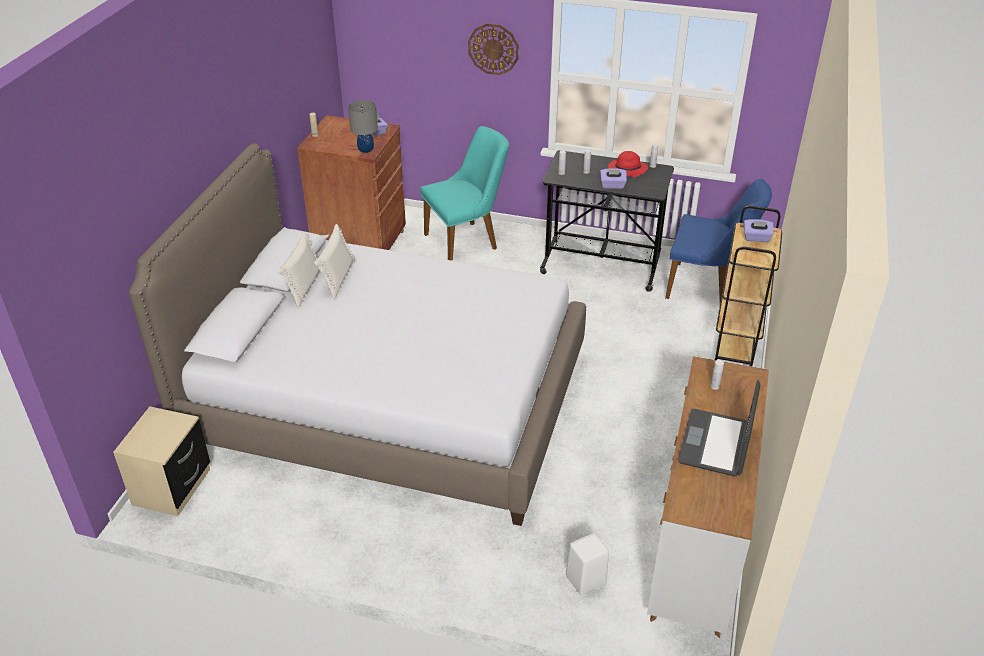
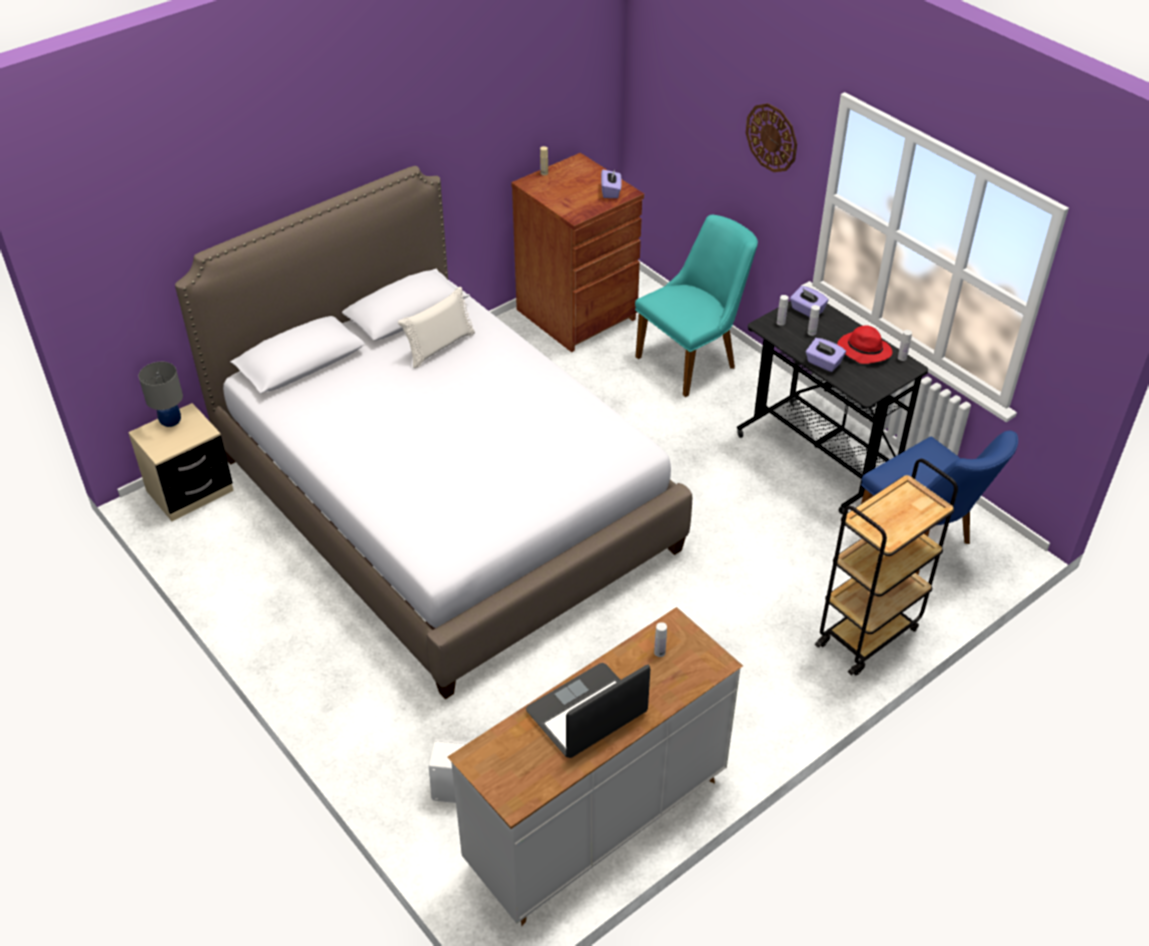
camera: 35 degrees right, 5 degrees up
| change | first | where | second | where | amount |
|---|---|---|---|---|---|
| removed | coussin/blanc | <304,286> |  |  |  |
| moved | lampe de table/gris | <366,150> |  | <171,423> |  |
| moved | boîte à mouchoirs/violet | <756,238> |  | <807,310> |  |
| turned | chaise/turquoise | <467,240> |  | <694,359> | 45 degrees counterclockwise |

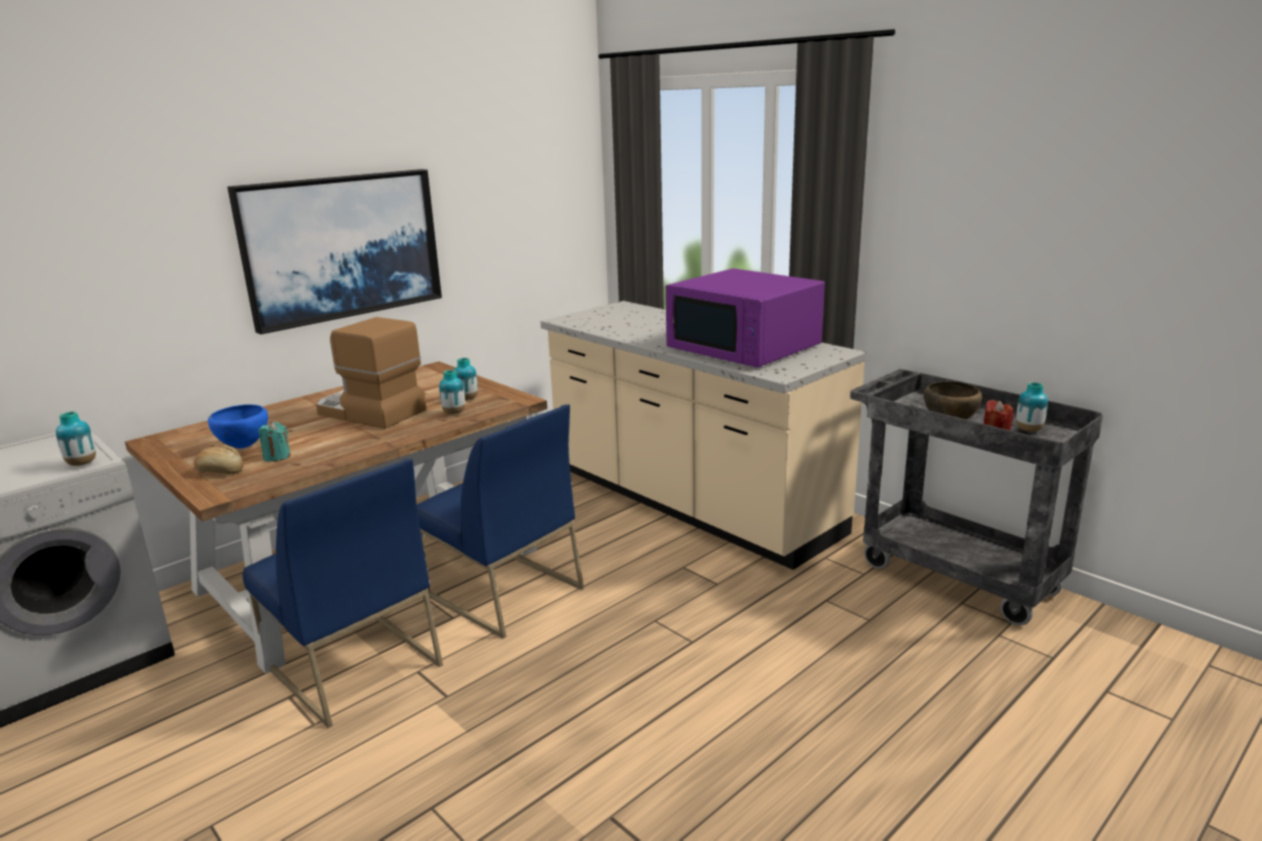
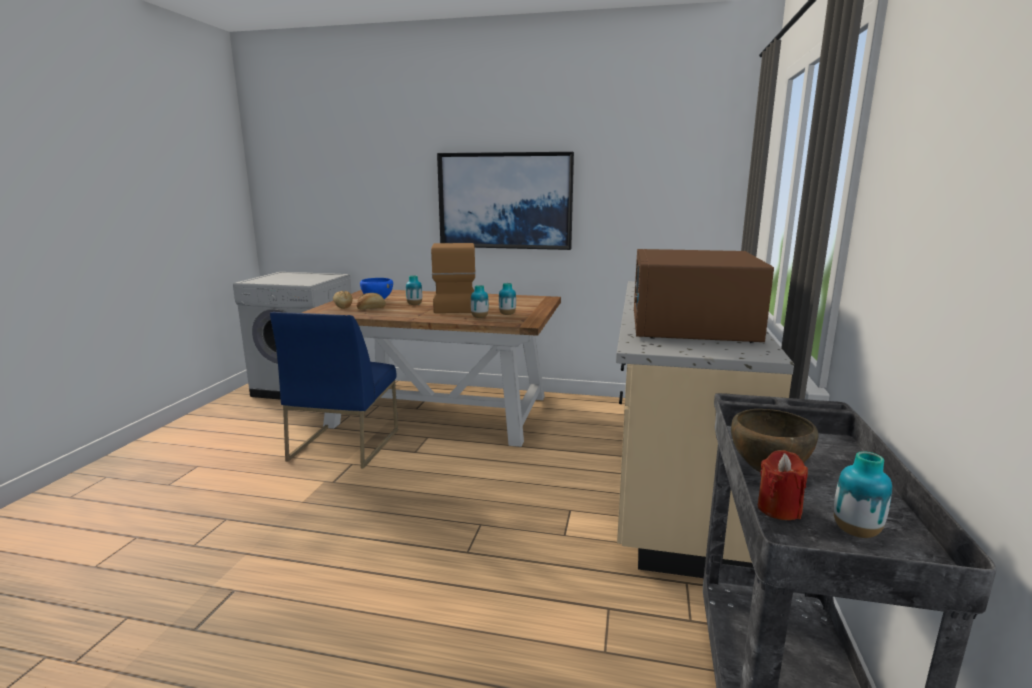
camera: 55 degrees right, 5 degrees down
| change | first | where | second | where | amount |
|---|---|---|---|---|---|
| removed | chaise/bleu | <503,592> |  |  |  |
| moved | vase | <82,463> |  | <414,305> |  |
| replaced | bougie/turquoise | <277,456> | pain | <371,308> |  |
| recoloured | micro-ondes/violet | <744,347> | micro-ondes/marron | <691,326> |  |

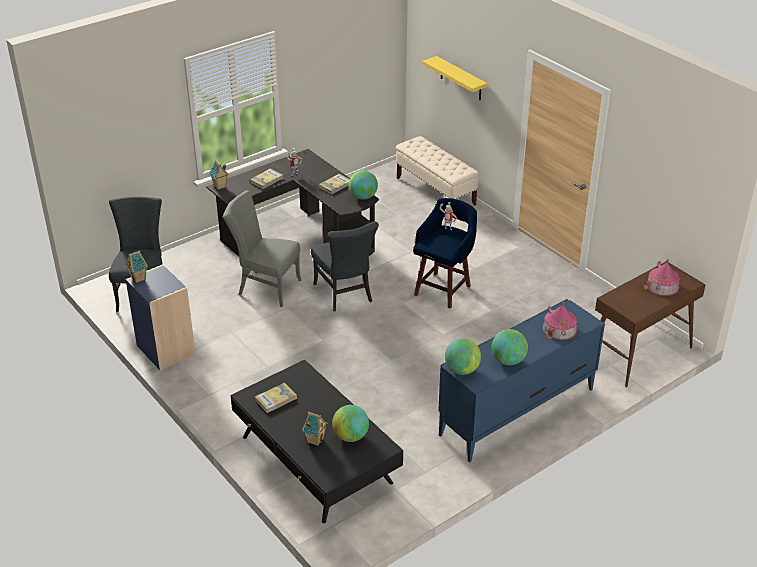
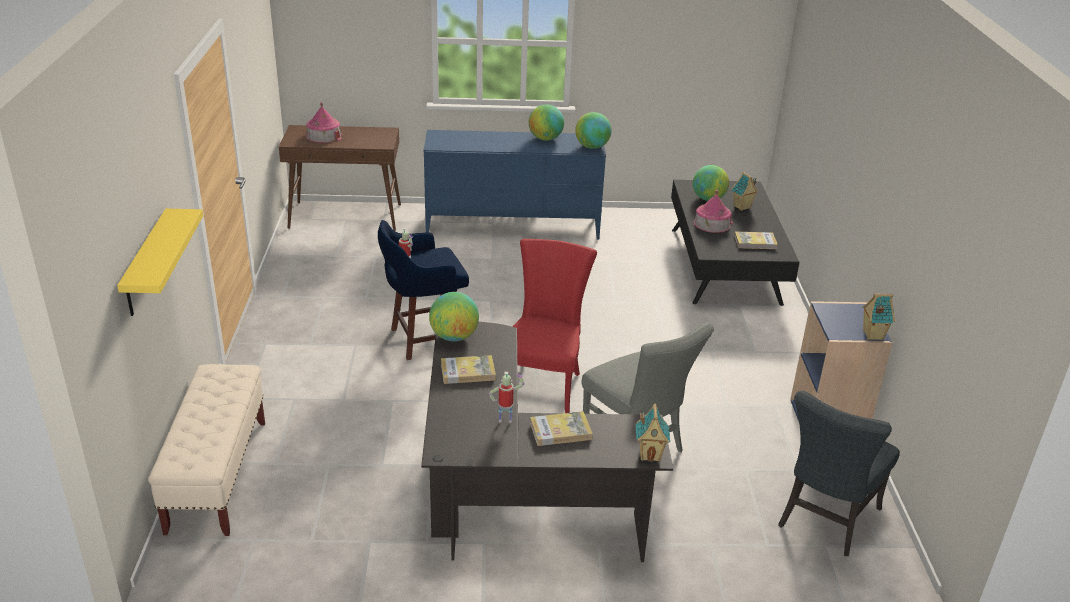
camera: 145 degrees left, 5 degrees down
| change | first | where | second | where | amount |
|---|---|---|---|---|---|
| moved | maison miniature | <559,329> |  | <712,224> |  |
| recoloured | chaise/gris | <345,294> | chaise/rouge | <543,386> |  |

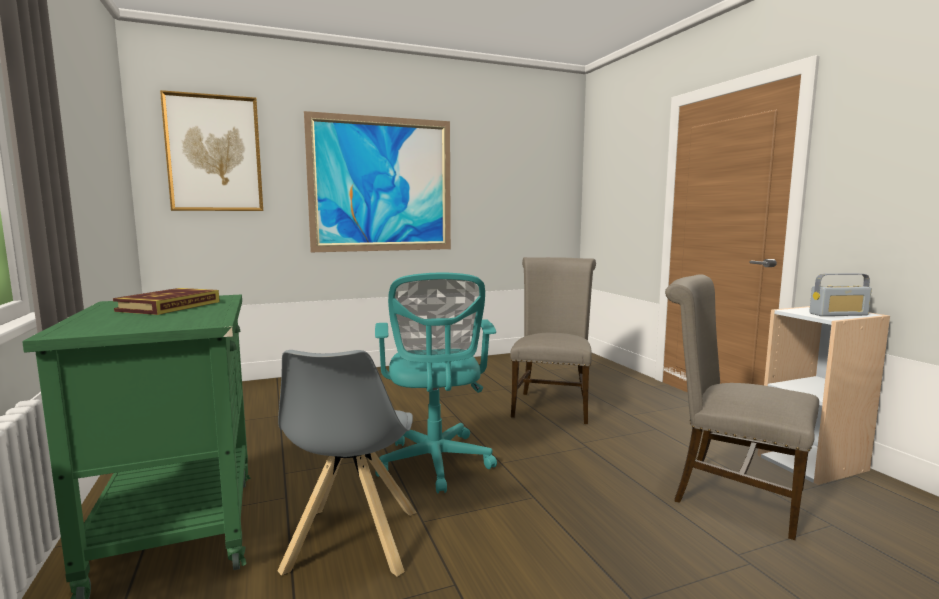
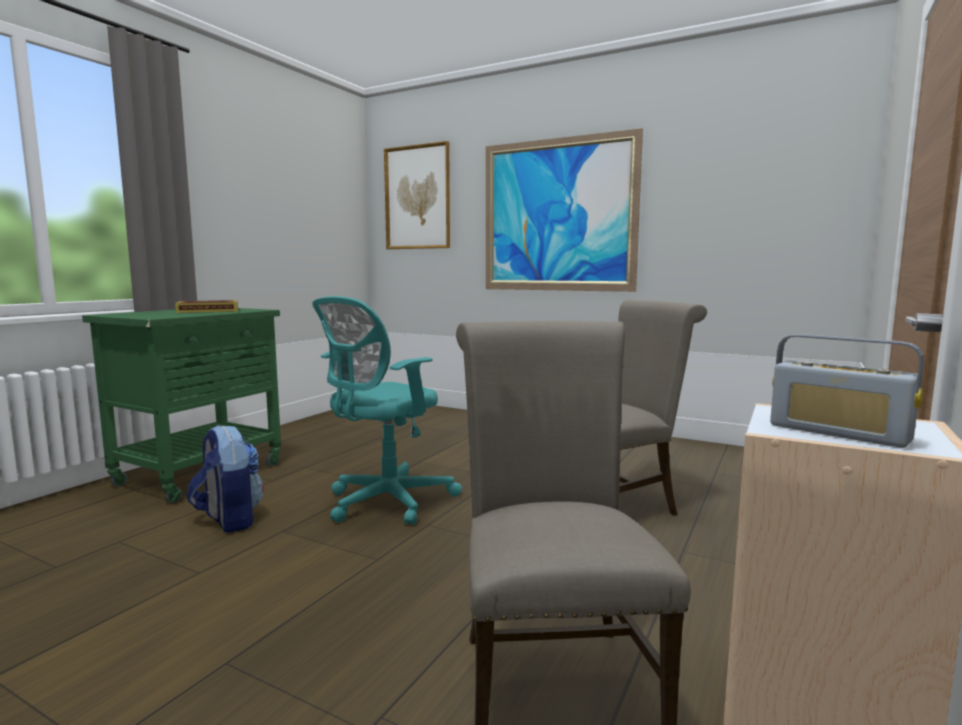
camera: 50 degrees right, 0 degrees up
| change | first | where | second | where | amount |
|---|---|---|---|---|---|
| replaced | chaise/gris | <351,543> | sac à dos | <228,520> |  |

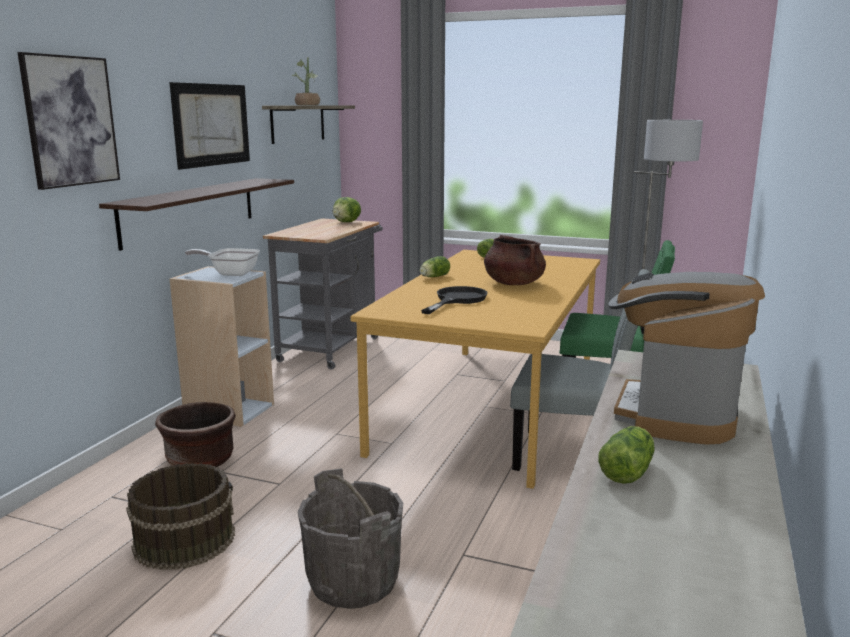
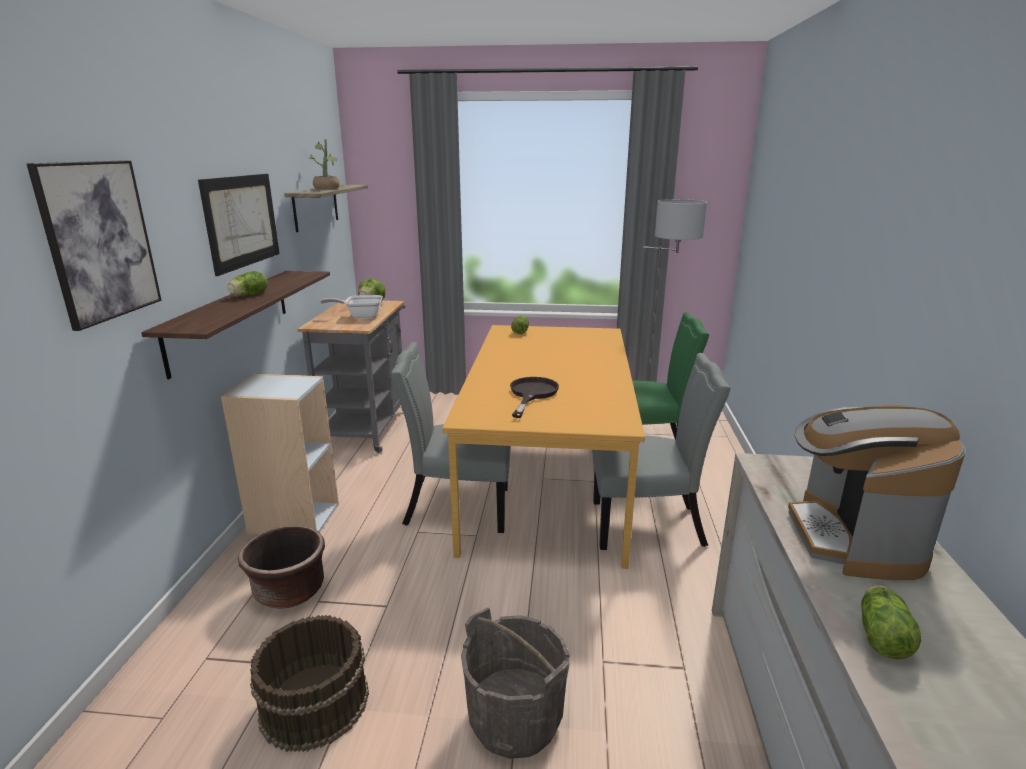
camera: 15 degrees left, 5 degrees up
| change | first | where | second | where | amount |
|---|---|---|---|---|---|
| removed | marmite/marron | <513,283> |  |  |  |
| added |  |  | chaise/gris | <460,508> |  |
| moved | poêle | <230,273> |  | <360,316> |  |
| moved | laitue | <433,277> |  | <248,295> |  |

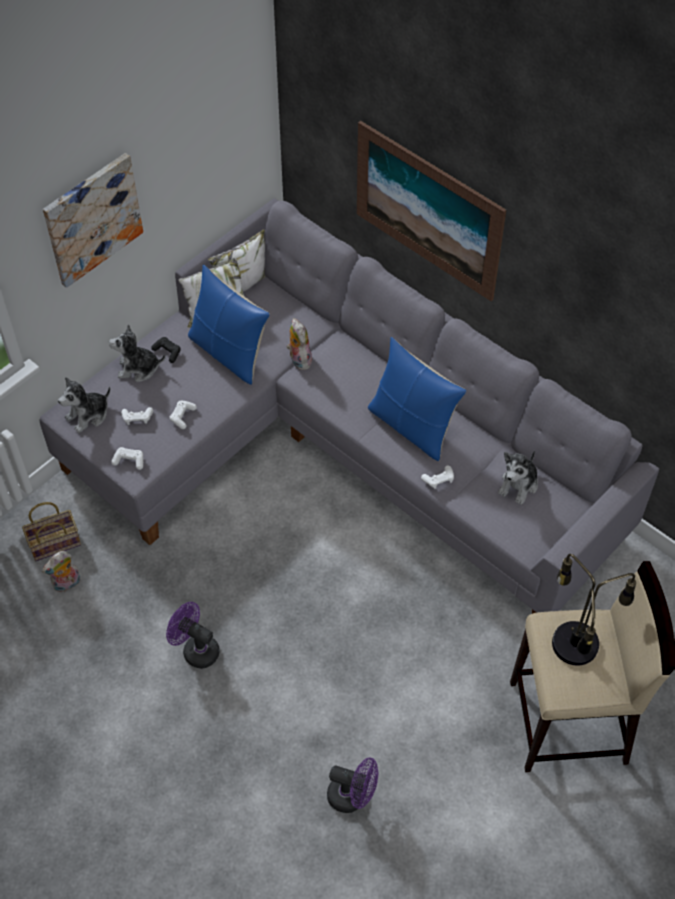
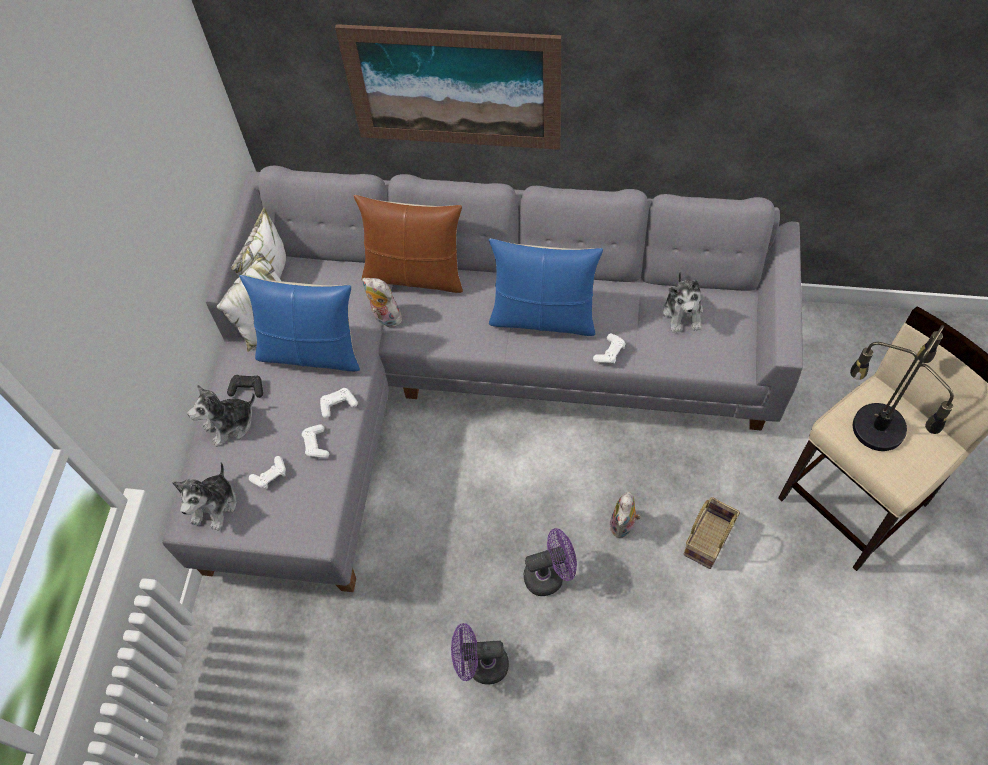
camera: 30 degrees left, 5 degrees up
| change | first | where | second | where | amount |
|---|---|---|---|---|---|
| removed | tableau | <92,219> |  |  |  |
| added |  |  | coussin/marron | <415,274> |  |
| moved | panier | <55,542> |  | <708,538> |  |
| moved | peluche | <67,584> |  | <623,526> |  |
| moved | manette/blanc | <129,461> |  | <338,405> |  |
| moved | ventilateur/violet | <352,796> |  | <550,575> |  |

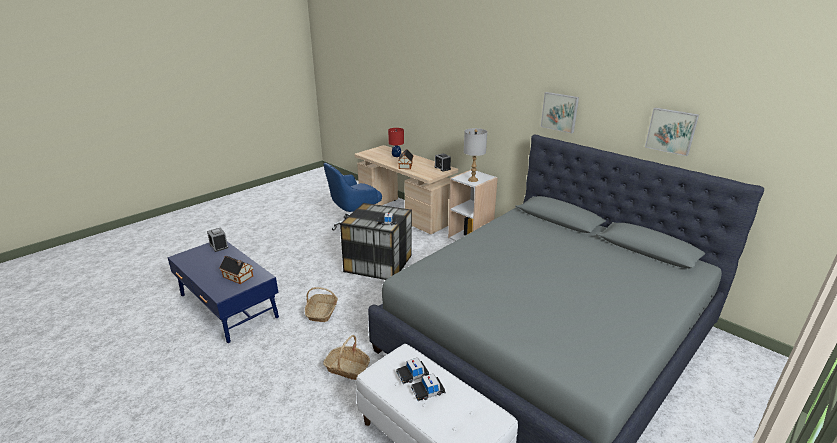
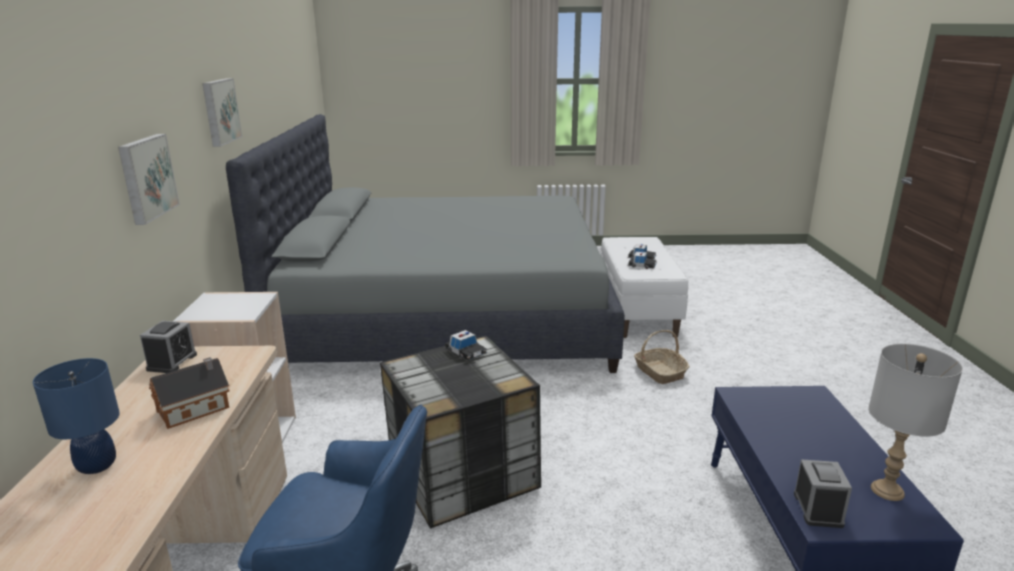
camera: 135 degrees left, 5 degrees down
| change | first | where | second | where | amount |
|---|---|---|---|---|---|
| removed | maison miniature | <238,277> |  |  |  |
| removed | panier | <322,312> |  |  |  |
| moved | lampe de table/gris | <472,180> |  | <888,491> |  |
| moved | tableau | <671,131> |  | <146,177> |  |
| recoloured | lampe de table/rouge | <397,156> | lampe de table/bleu | <96,466> |  |

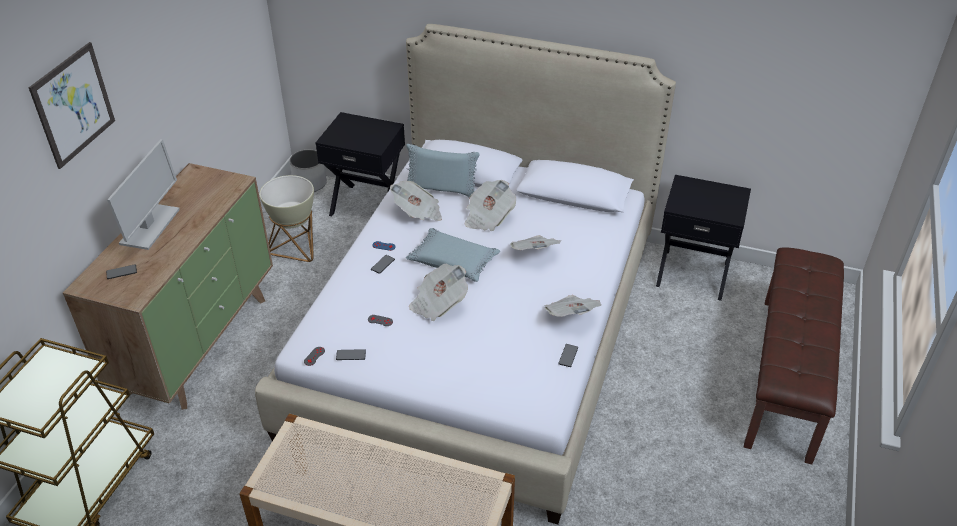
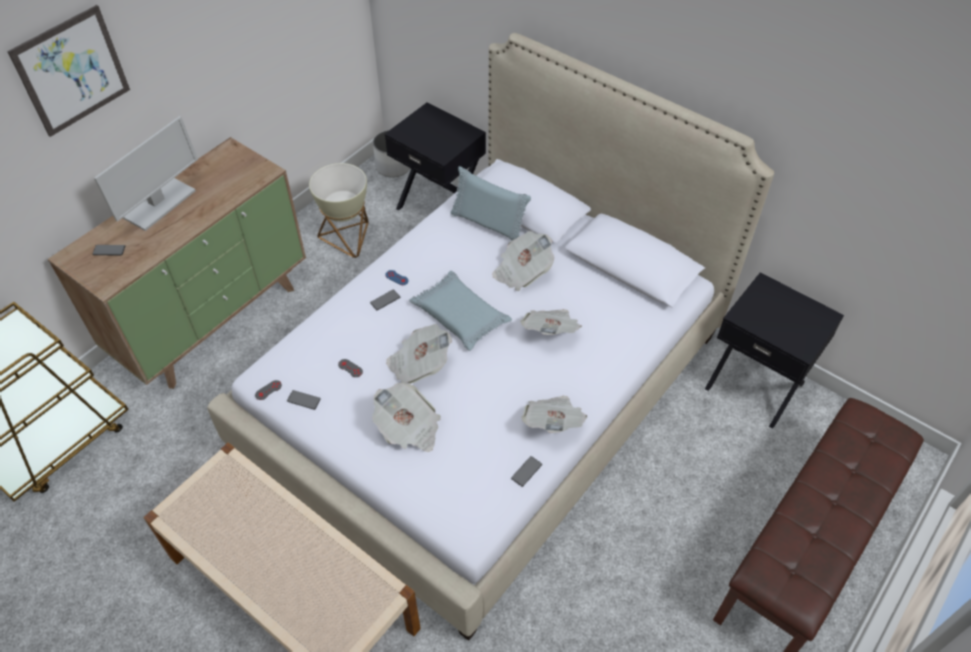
camera: 20 degrees right, 10 degrees up
| change | first | where | second | where | amount |
|---|---|---|---|---|---|
| moved | journal | <418,213> |  | <408,428> |  |

